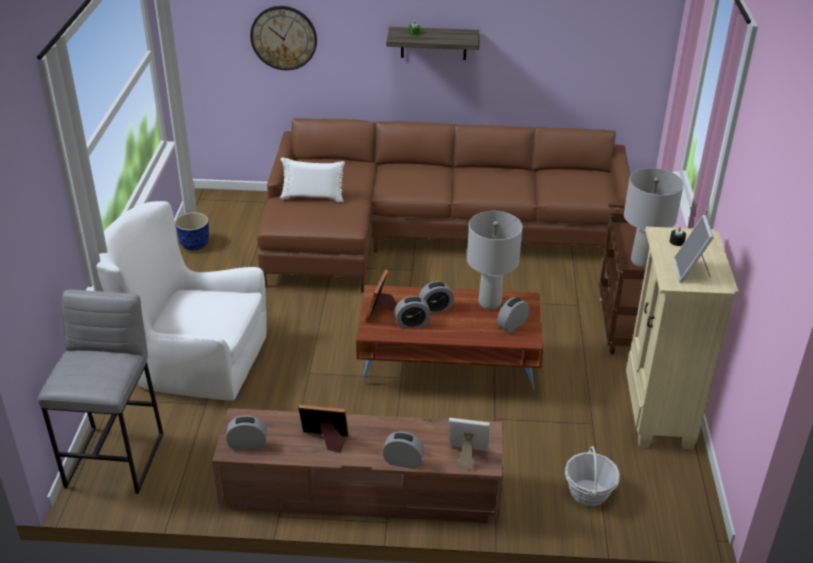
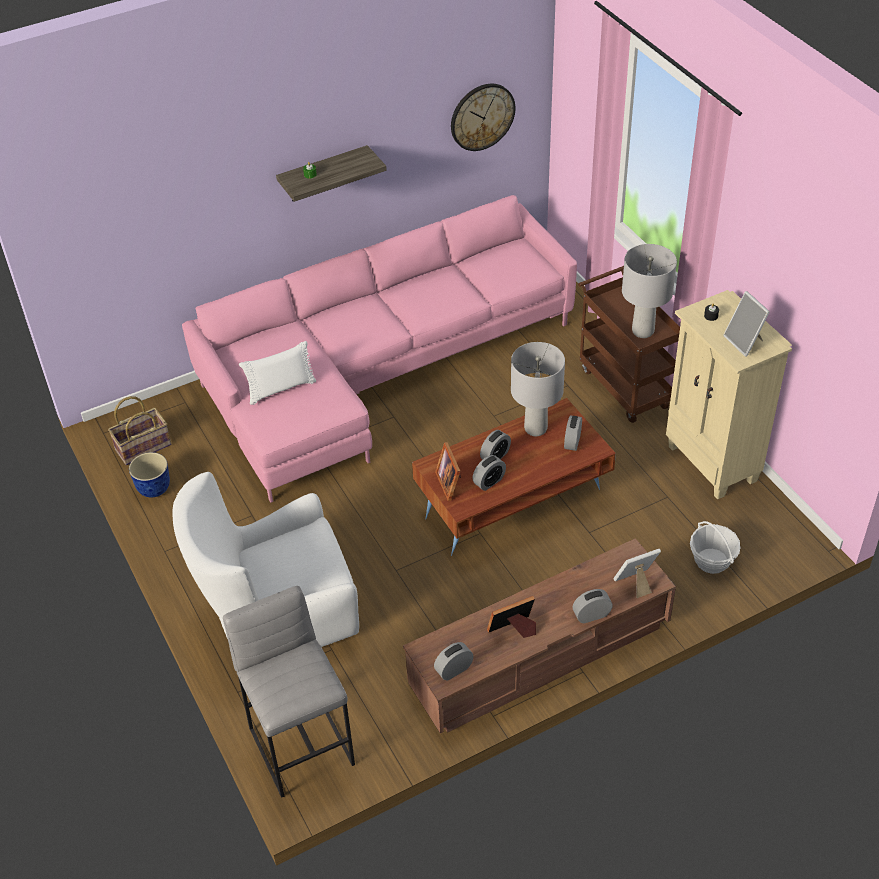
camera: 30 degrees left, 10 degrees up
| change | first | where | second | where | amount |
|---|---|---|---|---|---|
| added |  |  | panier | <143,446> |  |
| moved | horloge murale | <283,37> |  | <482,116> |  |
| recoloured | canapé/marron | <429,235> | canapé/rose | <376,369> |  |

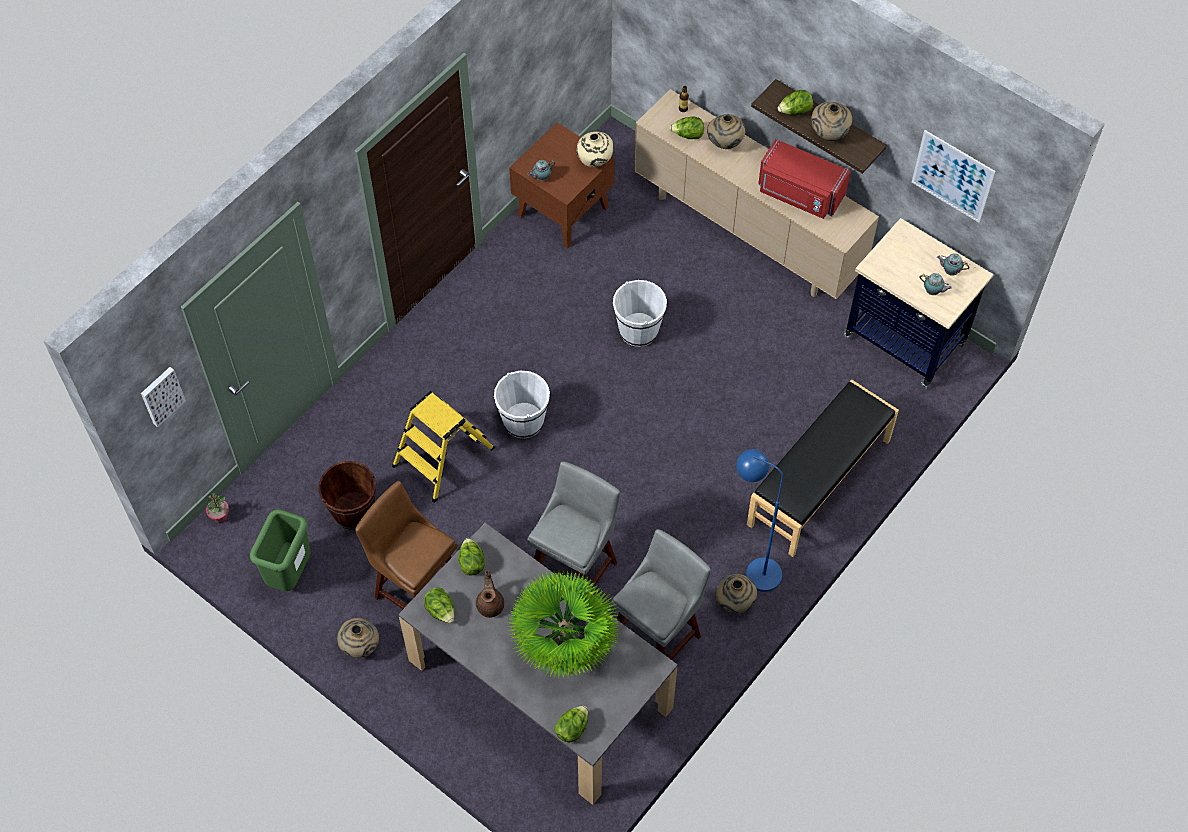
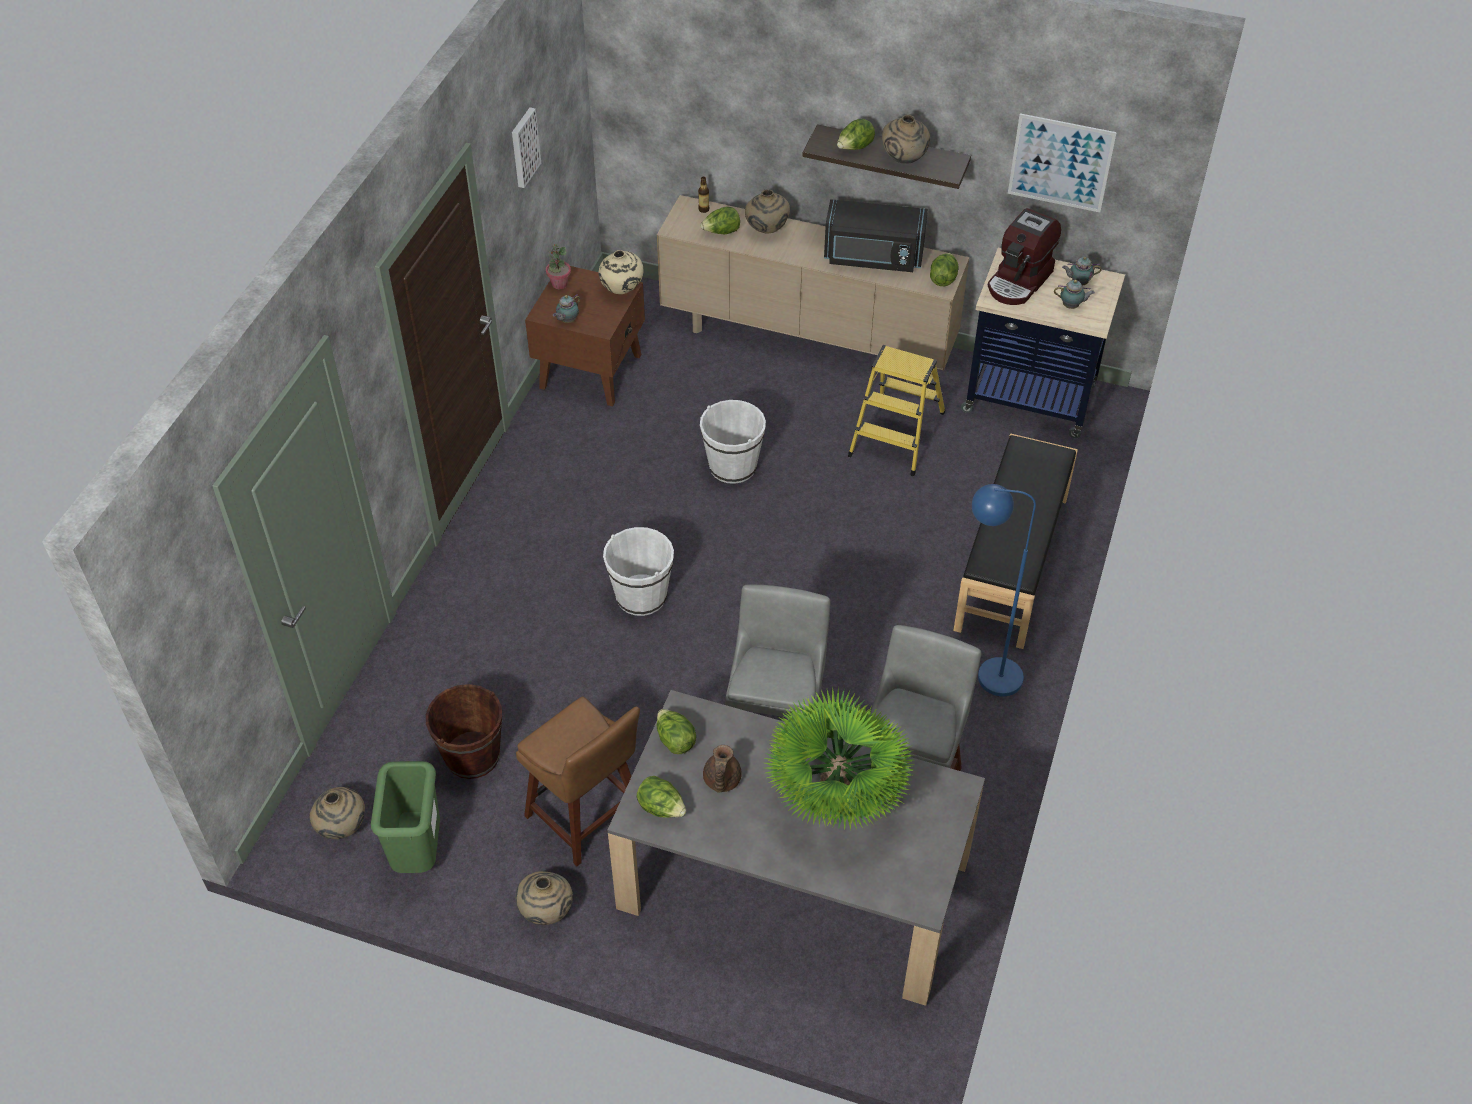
camera: 20 degrees left, 10 degrees down
| change | first | where | second | where | amount |
|---|---|---|---|---|---|
| added |  |  | machine à café | <1020,281> |  |
| moved | tableau | <161,395> |  | <523,147> |  |
| moved | plante en pot | <220,517> |  | <559,284> |  |
| moved | escabeau/jaune | <443,456> |  | <897,433> |  |
| moved | laitue | <572,728> |  | <943,279> |  |
| moved | vase/beige | <734,603> |  | <342,829> |  |
| recoloured | micro-ondes/rouge | <799,194> | micro-ondes/noir | <873,257> |  |
| turned | chaise/marron | <416,586> |  | <588,818> | 150 degrees counterclockwise |
| turned | théière/marron | <490,604> |  | <721,781> | 150 degrees counterclockwise |

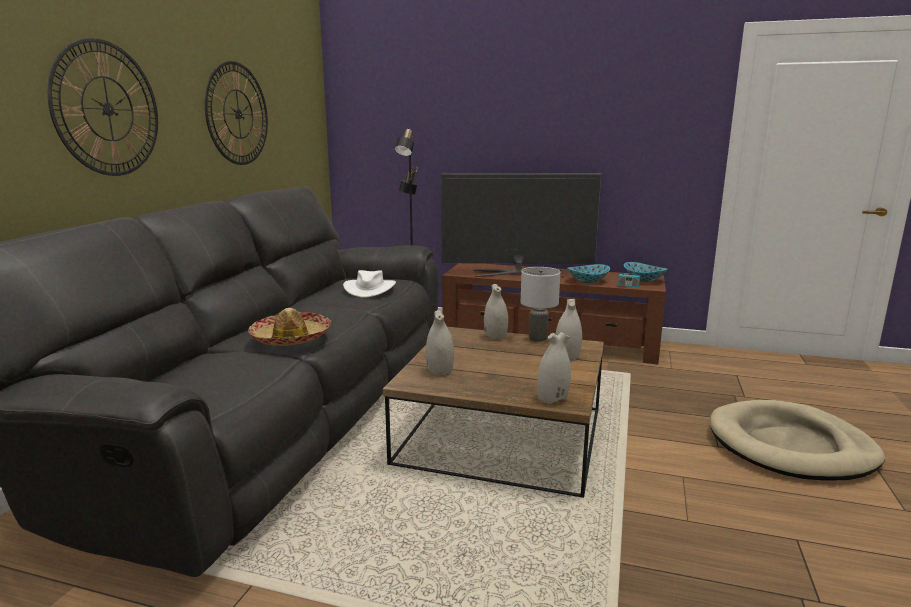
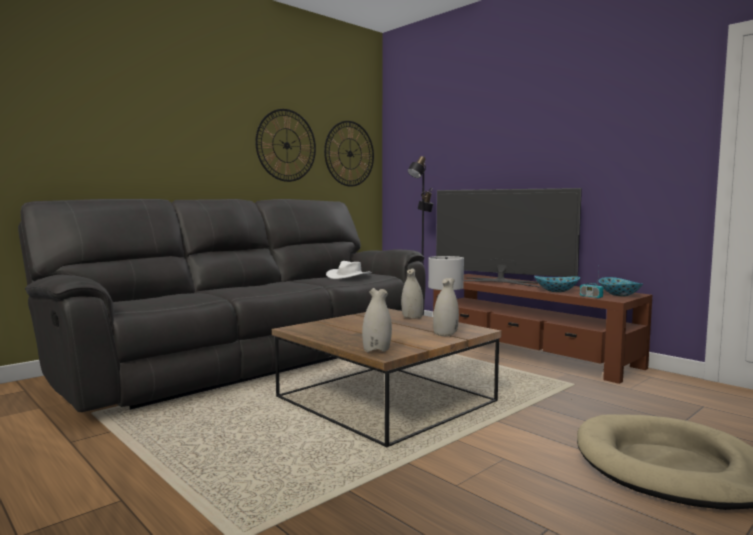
camera: 30 degrees right, 10 degrees down
| change | first | where | second | where | amount |
|---|---|---|---|---|---|
| removed | chapeau | <291,338> |  |  |  |
| removed | vase/blanc | <440,371> |  |  |  |
| moved | horloge murale | <107,109> |  | <349,153> |  |

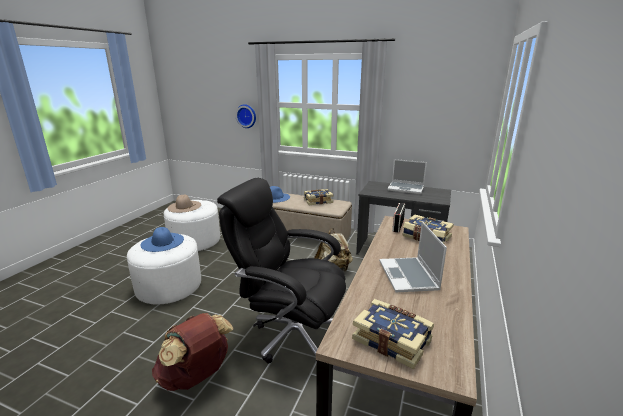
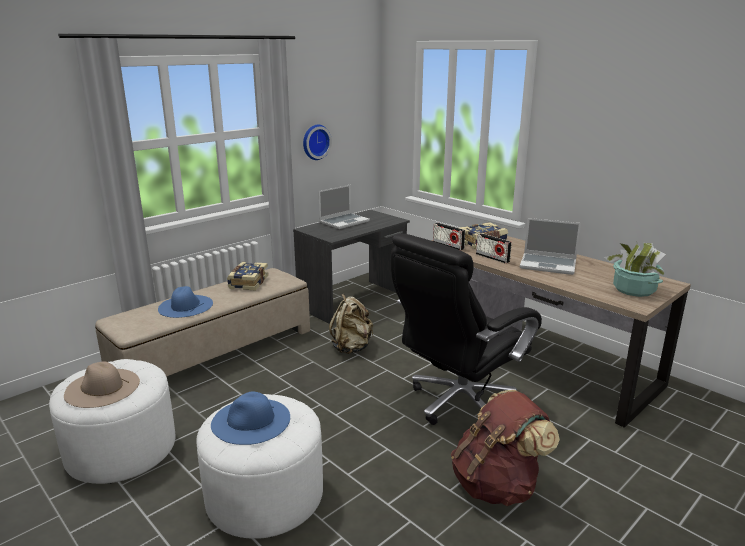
camera: 65 degrees left, 0 degrees up
| change | first | where | second | where | amount |
|---|---|---|---|---|---|
| added |  |  | radio | <492,258> |  |
| moved | horloge murale | <246,116> |  | <315,142> |  |
| replaced | livre | <392,340> | plante en pot | <634,289> |  |

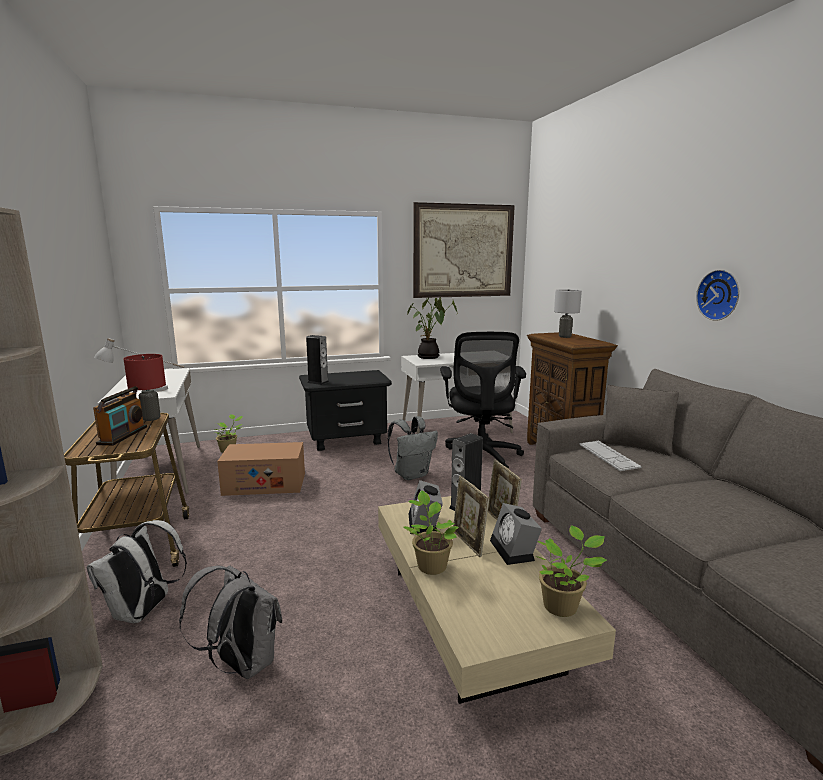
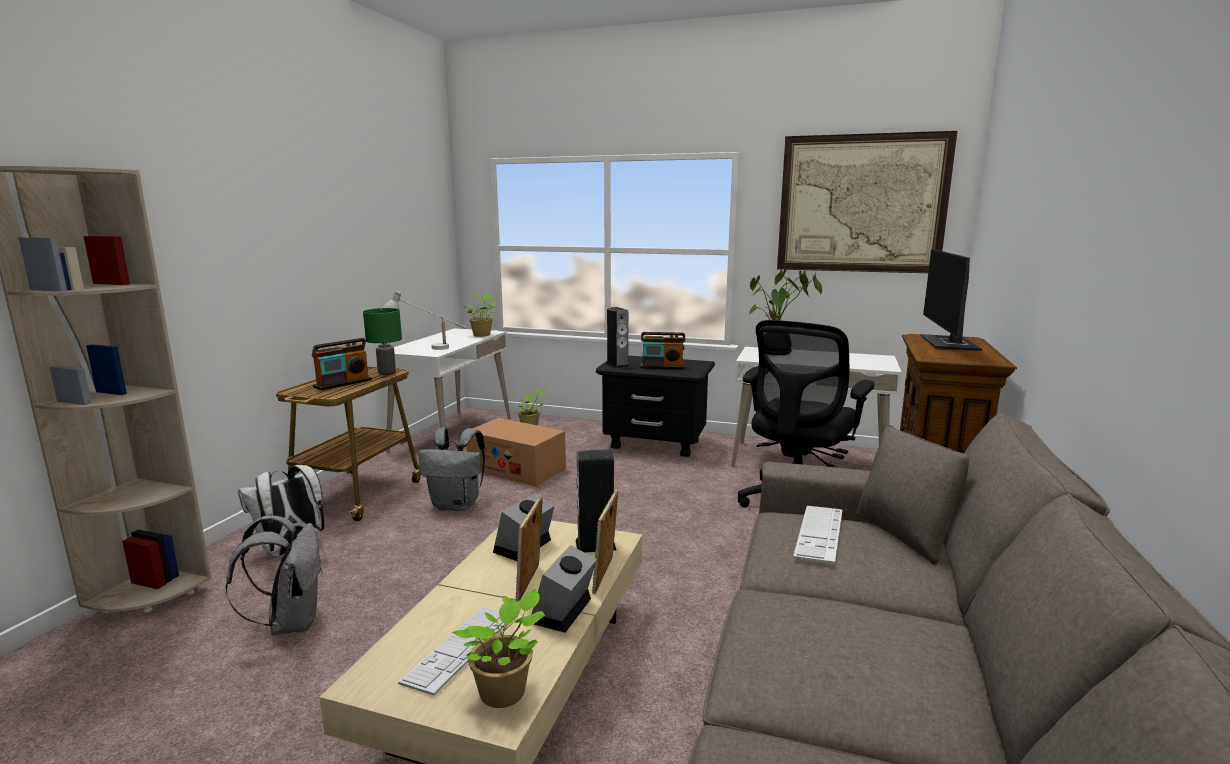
camera: 35 degrees right, 0 degrees up
| change | first | where | second | where | amount |
|---|---|---|---|---|---|
| removed | horloge murale | <720,295> |  |  |  |
| added |  |  | clavier | <461,648> |  |
| added |  |  | radio | <662,367> |  |
| moved | sac à dos/gris | <412,474> |  | <457,504> |  |
| moved | plante en pot | <431,565> |  | <482,335> |  |
| replaced | lampe de table/blanc | <565,337> | écran d'ordinateur | <950,344> |  |
| recoloured | lampe de table/rouge | <152,418> | lampe de table/vert | <388,373> |  |

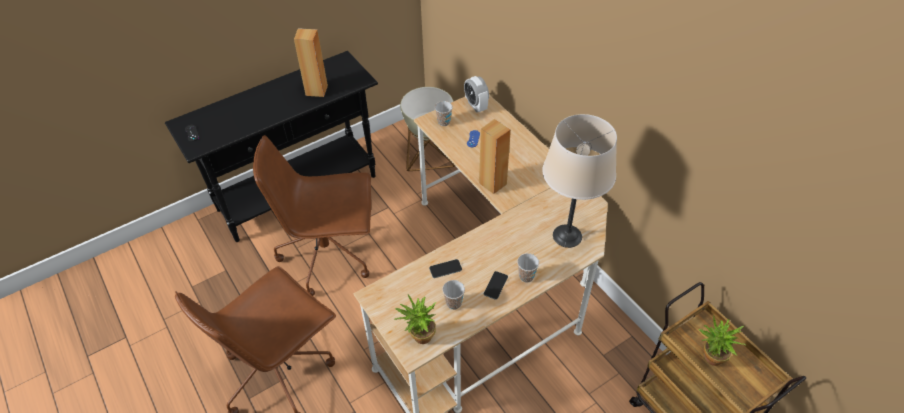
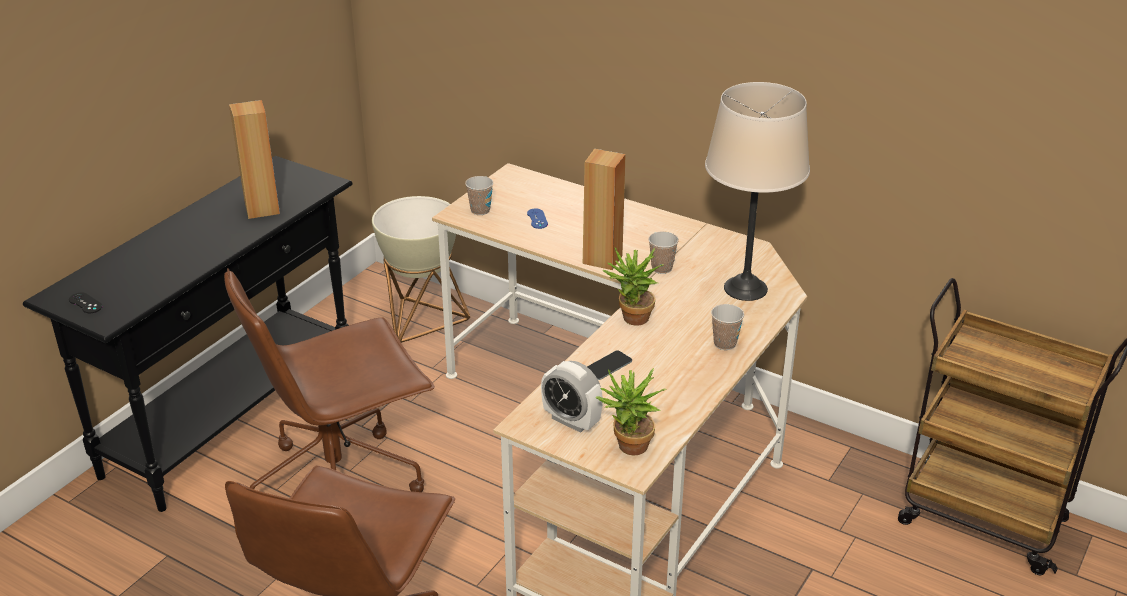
camera: 25 degrees left, 15 degrees down
| change | first | where | second | where | amount |
|---|---|---|---|---|---|
| removed | téléphone | <495,285> |  |  |  |
| moved | tasse | <453,303> |  | <662,268> |  |
| moved | réveil | <476,105> |  | <571,421> |  |
| moved | plante en pot | <709,358> |  | <631,320> |  |

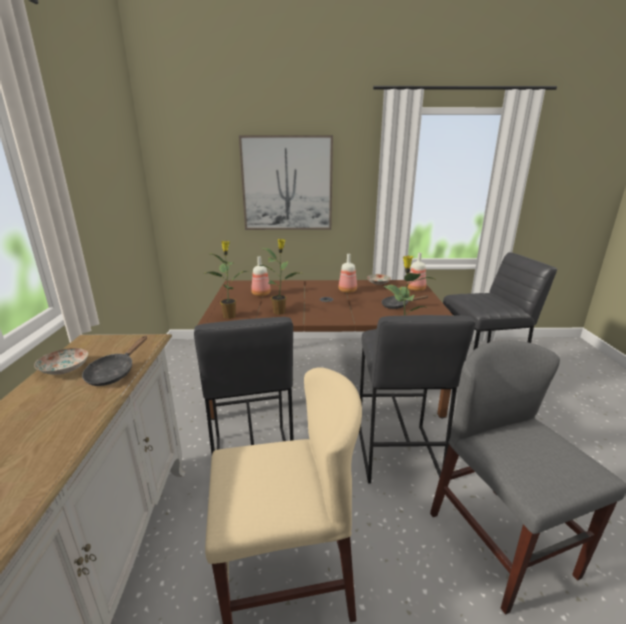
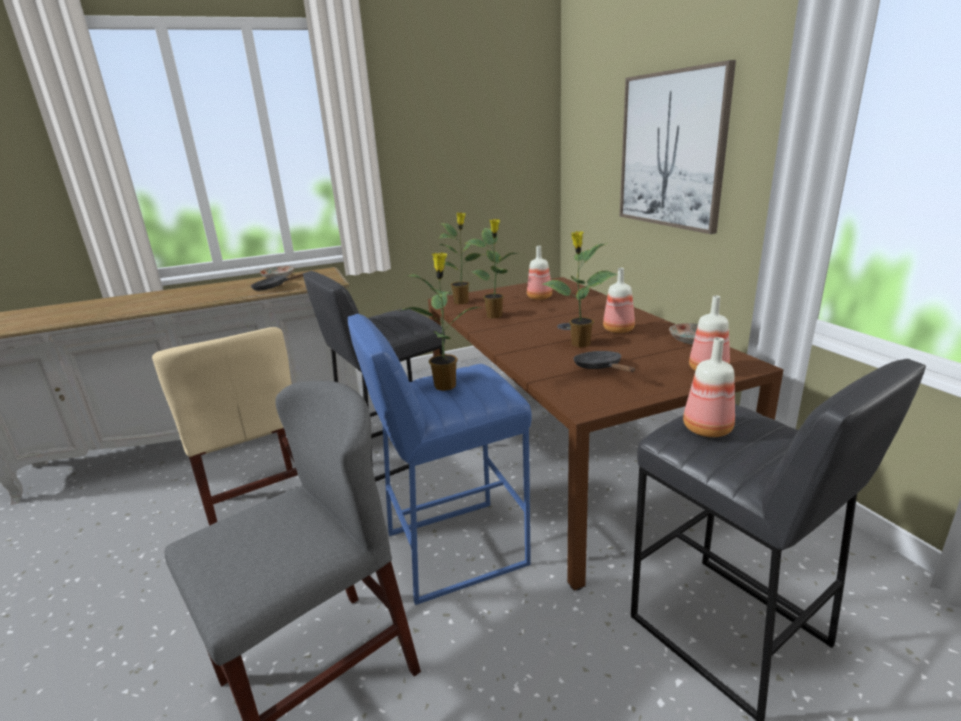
camera: 70 degrees right, 0 degrees up
| change | first | where | second | where | amount |
|---|---|---|---|---|---|
| added |  |  | plante en pot | <579,344> |  |
| added |  |  | bouteille | <707,430> |  |
| recoloured | tabouret/gris | <397,453> | tabouret/bleu | <453,549> |  |

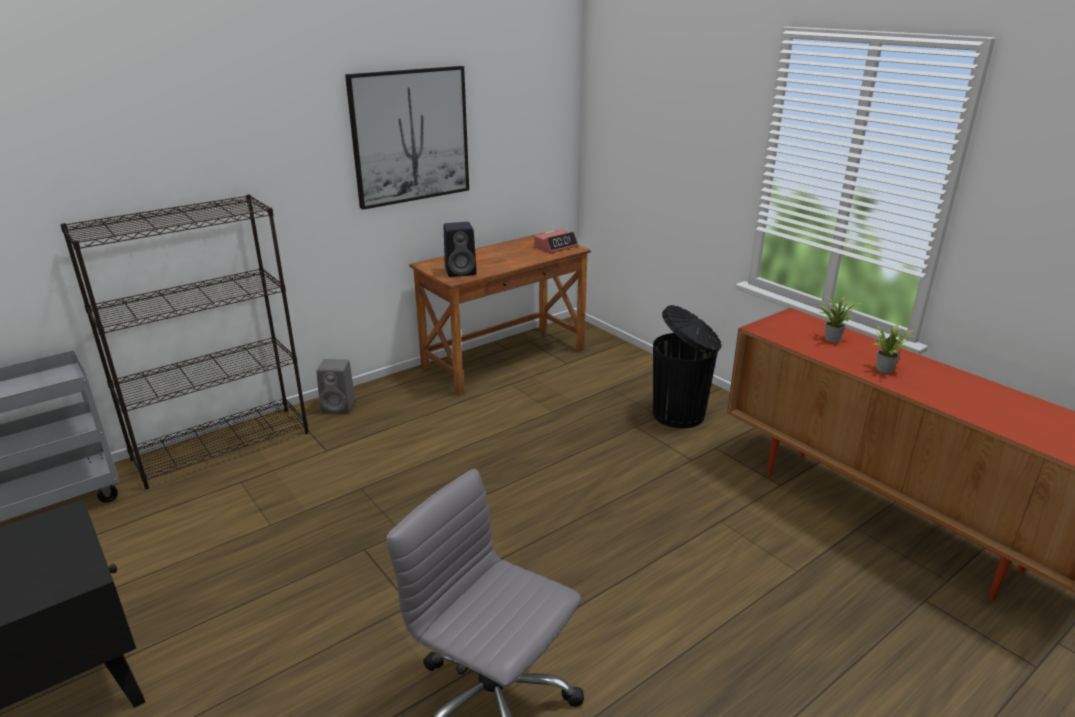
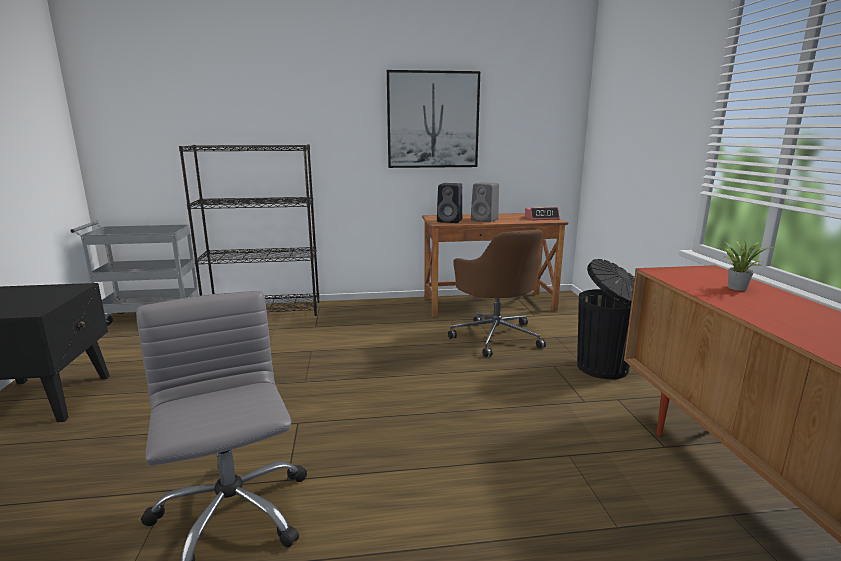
camera: 30 degrees right, 10 degrees down
| change | first | where | second | where | amount |
|---|---|---|---|---|---|
| removed | plante en pot | <887,369> |  |  |  |
| added |  |  | chaise de bureau/marron | <496,336> |  |
| moved | enceinte/gris | <339,406> |  | <485,220> |  |

